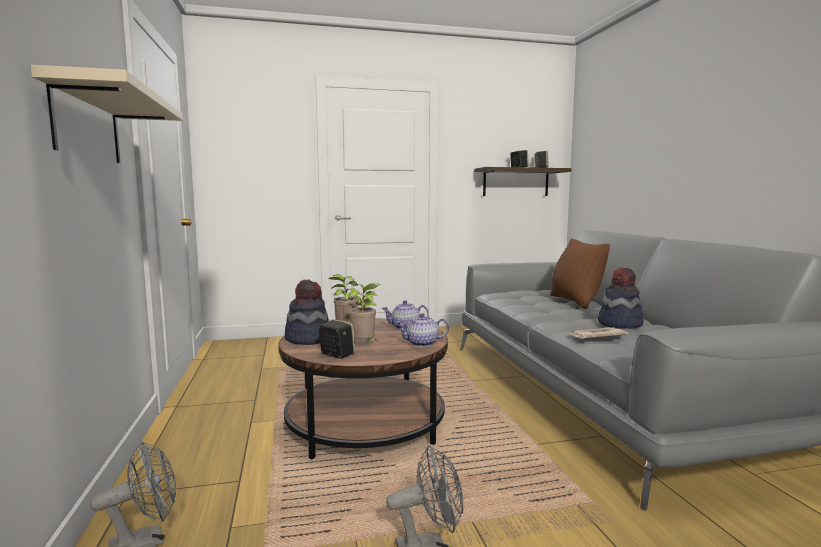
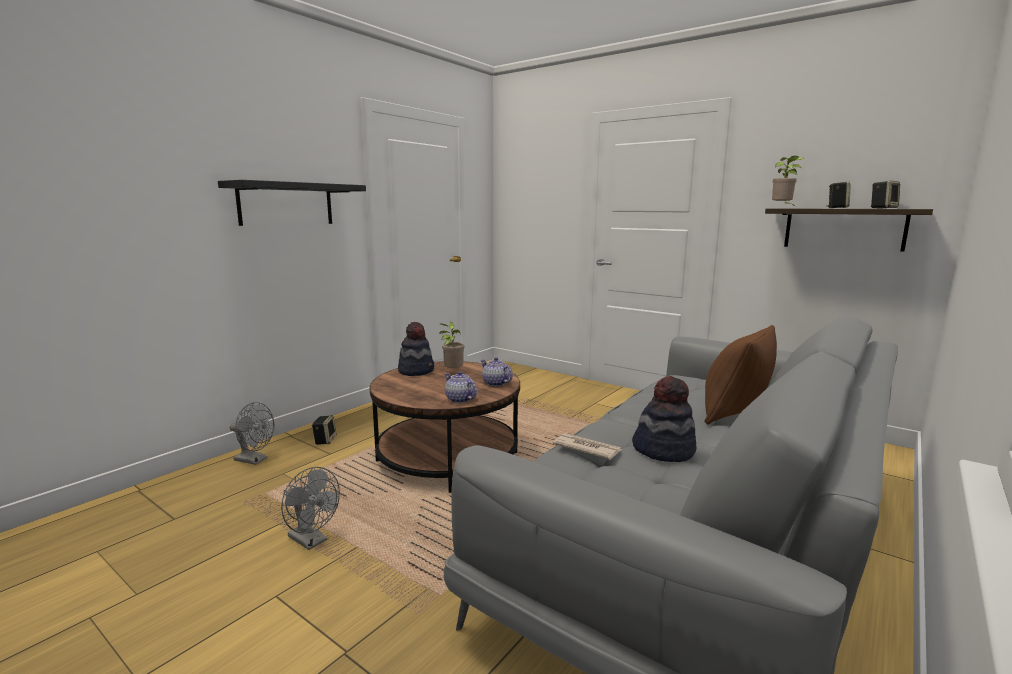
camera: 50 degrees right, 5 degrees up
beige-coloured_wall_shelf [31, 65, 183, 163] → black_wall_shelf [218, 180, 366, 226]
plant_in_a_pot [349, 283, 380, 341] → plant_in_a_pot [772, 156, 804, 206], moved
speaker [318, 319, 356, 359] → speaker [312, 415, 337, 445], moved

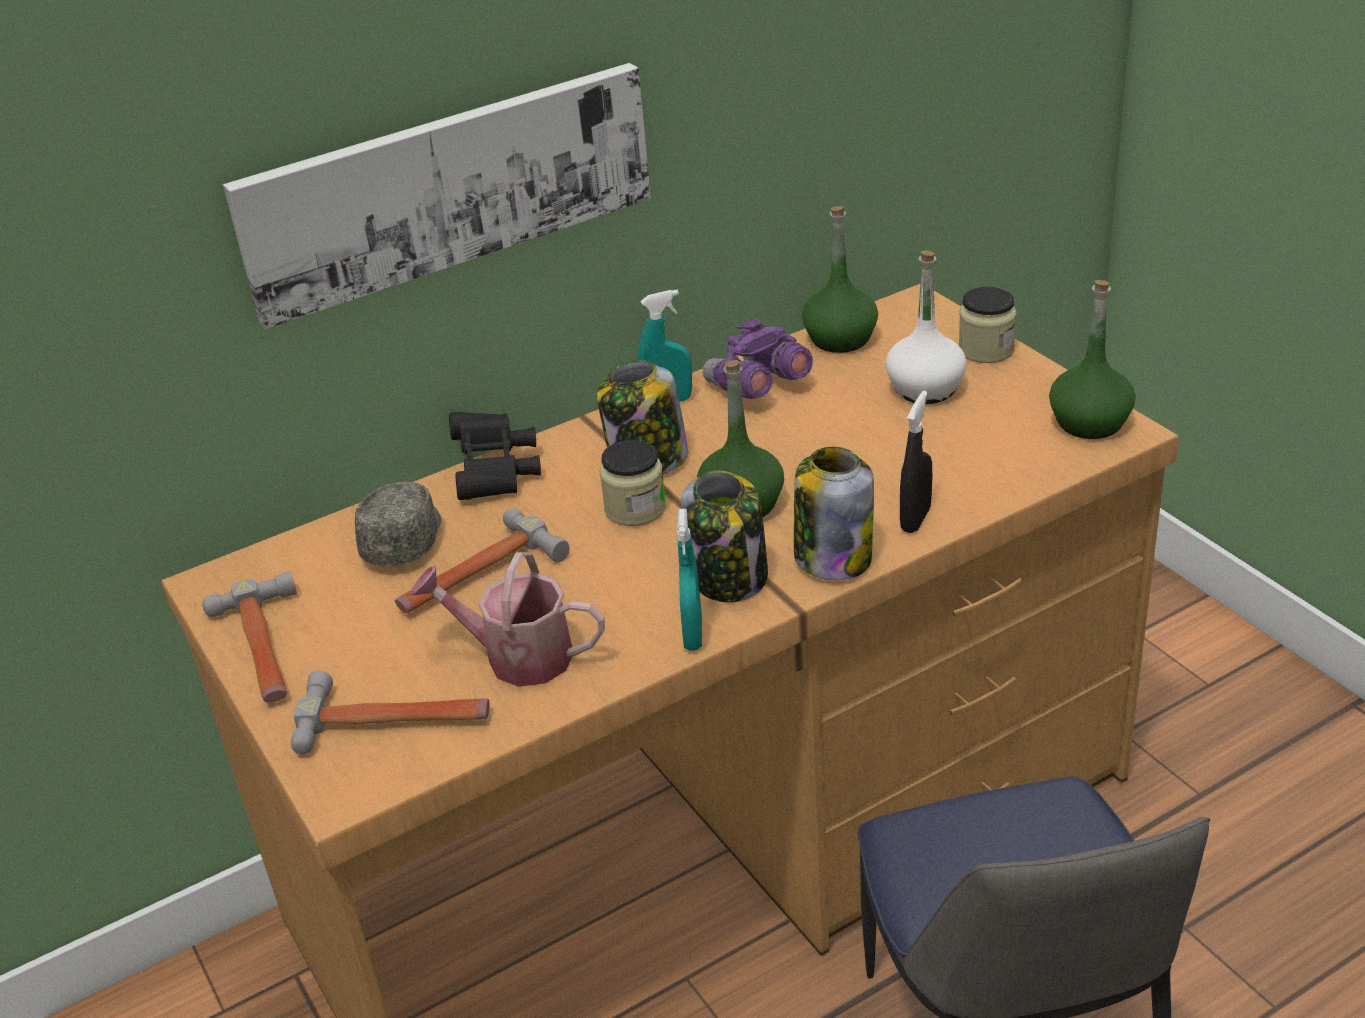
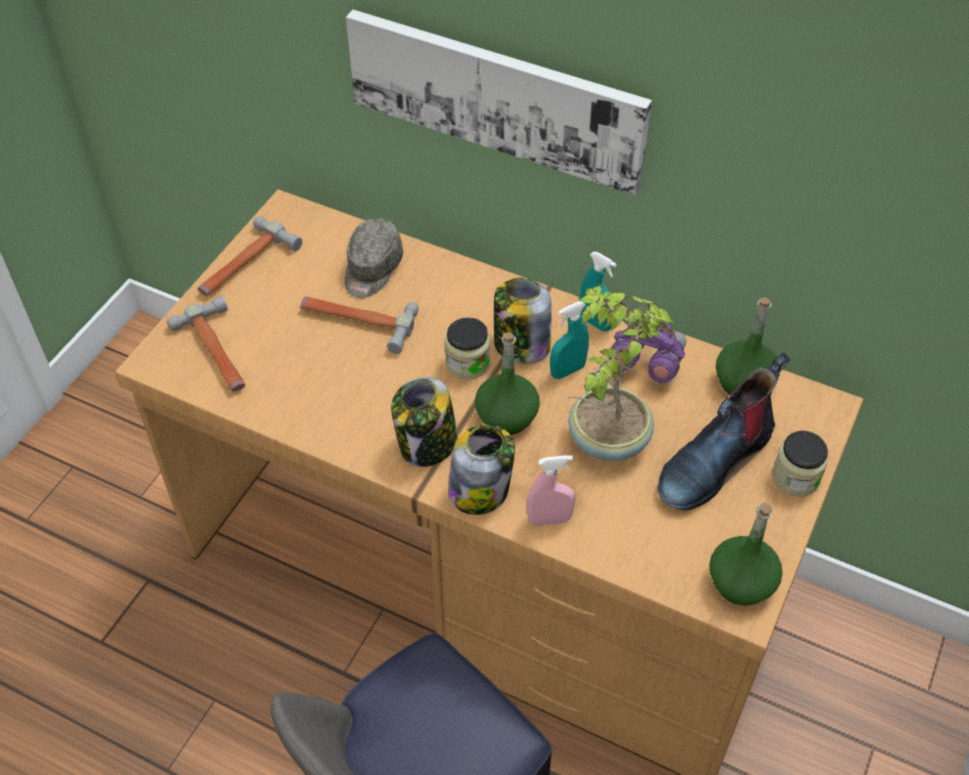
camera: 55 degrees right, 15 degrees up
white_beverage_bottle [885, 250, 967, 404] → high-top_boot [658, 352, 790, 510]
black_hand_sprayer [900, 391, 932, 533] → pinkish_hand_sprayer [527, 455, 575, 526]
black_pair_of_binoculars [449, 411, 541, 500] → -
greyish_peaked_cap [355, 482, 441, 566] → greyish_peaked_cap [345, 218, 403, 298], 135 degrees clockwise
blue-green_hand_sprayer [677, 508, 702, 651] → blue-green_hand_sprayer [550, 301, 589, 379], moved
watering_pot [410, 552, 605, 687] → -
- → plant_in_a_pot [568, 285, 674, 461]

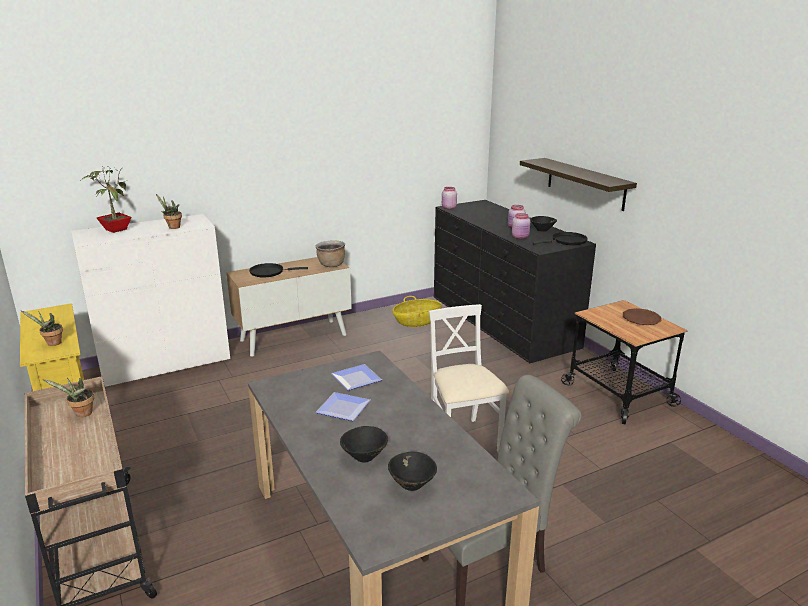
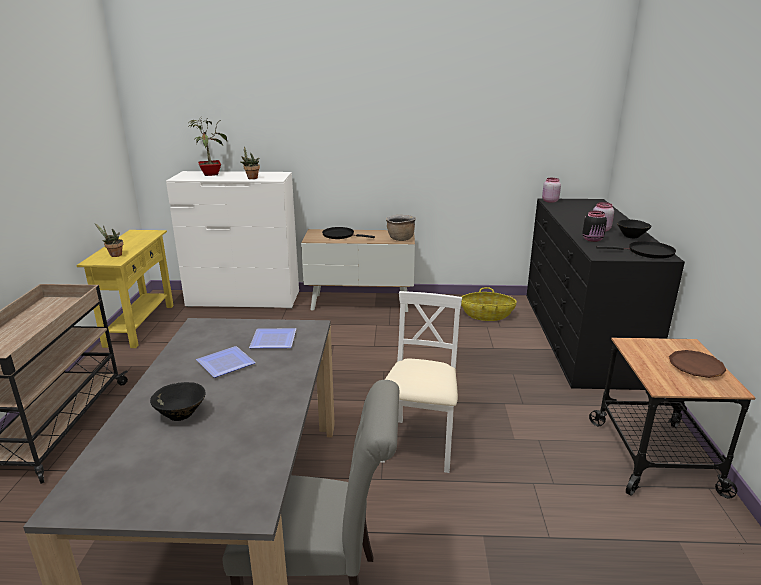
camera: 30 degrees right, 0 degrees up
wall_shelf [520, 158, 637, 211] → -
pinkish_jar [512, 213, 530, 239] → black_jar [582, 210, 607, 242]
plant_in_a_pot [43, 378, 94, 417] → -
black_deep_dish [388, 452, 437, 491] → -

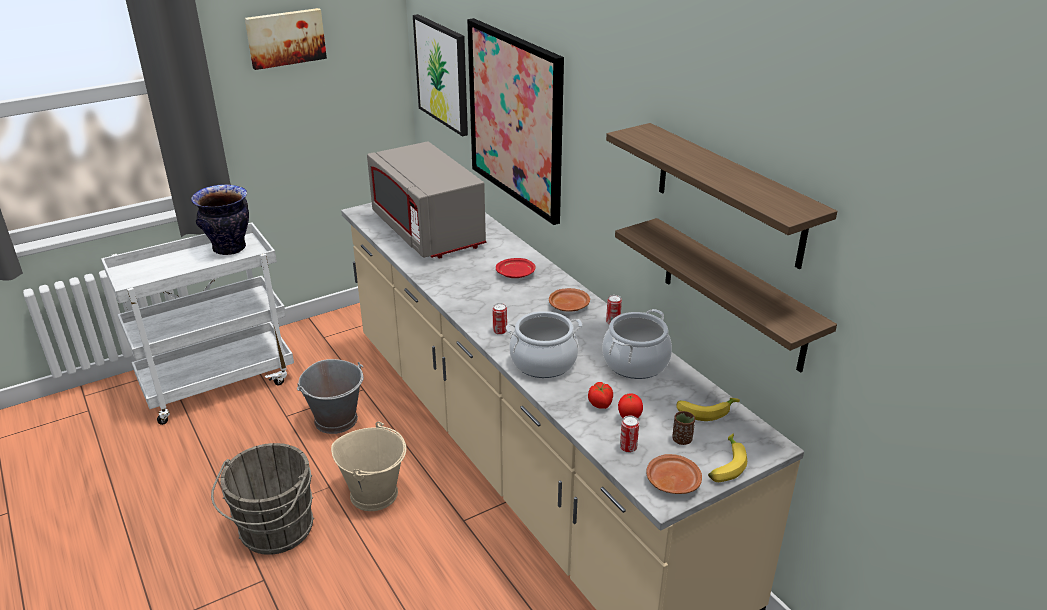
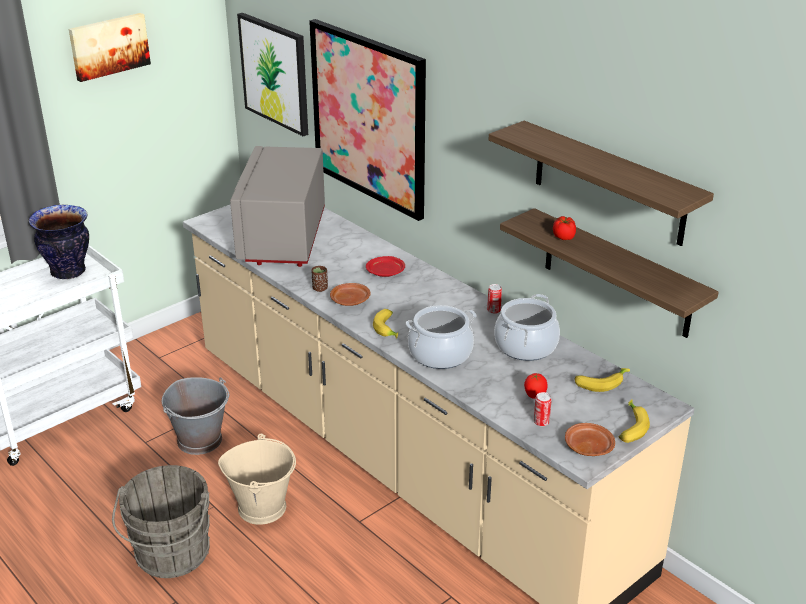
camera: 10 degrees left, 0 degrees up
greyish_microwave_oven [367, 141, 486, 258] → greyish_microwave_oven [230, 146, 325, 267], 45 degrees clockwise
brown_flat_dish [549, 288, 590, 312] → brown_flat_dish [330, 283, 371, 306], moved
metal_can [492, 303, 507, 335] → whole_banana [373, 309, 398, 339]
fresh_tomato [588, 382, 613, 409] → fresh_tomato [553, 216, 576, 240], moved
brown_cup [672, 411, 695, 445] → brown_cup [311, 266, 328, 292], moved

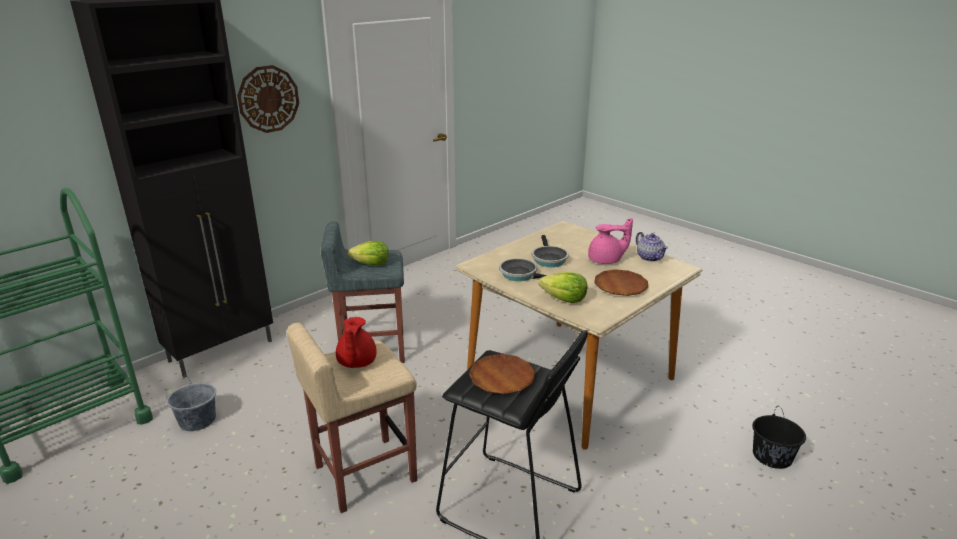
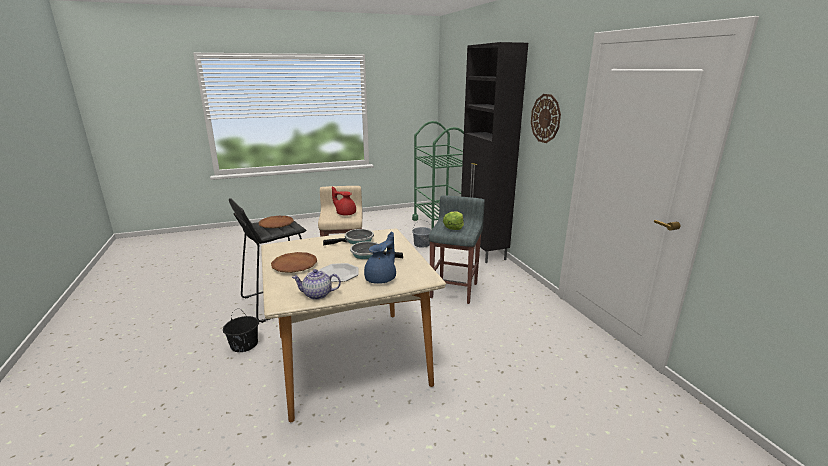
camera: 115 degrees right, 5 degrees down
pinkish_tea_pot [588, 218, 633, 264] → flat_dish [319, 263, 359, 282]
lettuce_head [539, 272, 588, 303] → -
black_pail [752, 406, 806, 469] → black_pail [223, 309, 259, 352], moved
- → blue_tea_pot [364, 232, 396, 284]

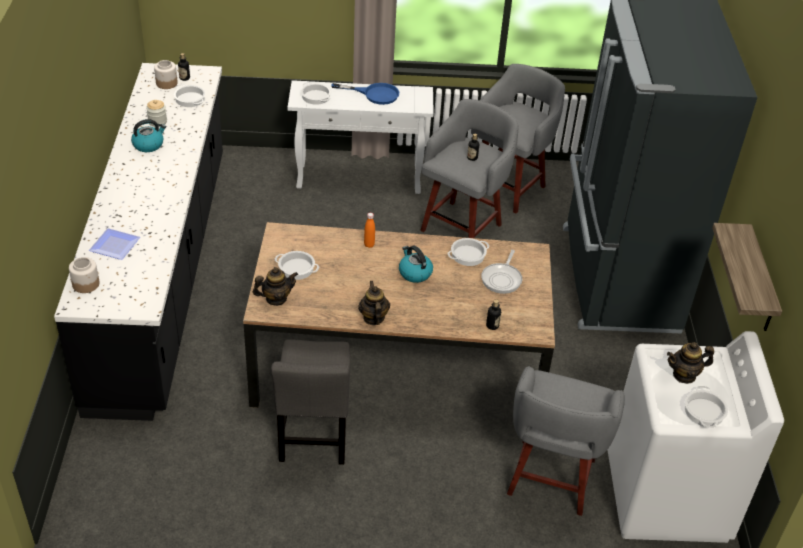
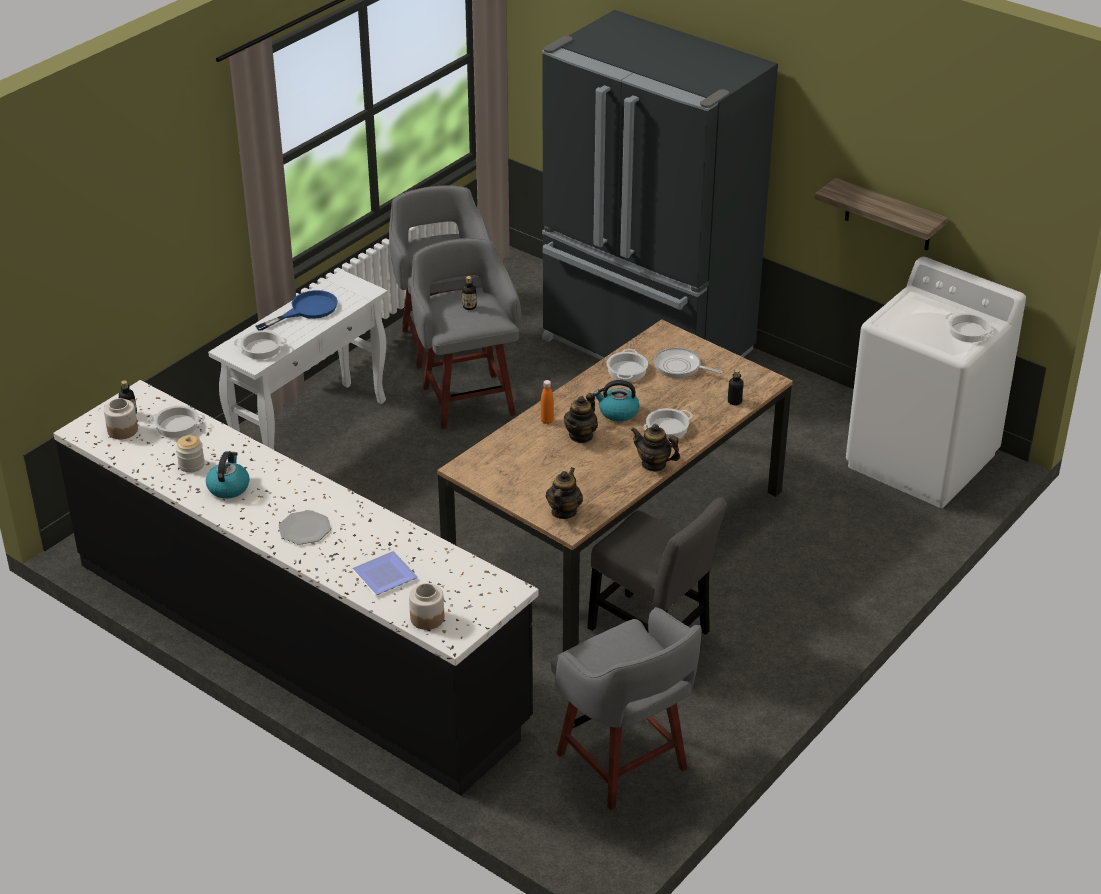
camera: 50 degrees left, 5 degrees down
pan [481, 250, 522, 294] → pan [654, 348, 723, 378], 150 degrees clockwise
stockpot [275, 251, 319, 280] → stockpot [643, 408, 693, 440], moved
tea_pot [667, 342, 714, 384] → tea_pot [564, 393, 598, 443], moved
greyish_sitting_stool [507, 366, 625, 516] → greyish_sitting_stool [551, 607, 702, 810], moved
- → flat_dish [278, 510, 331, 545]

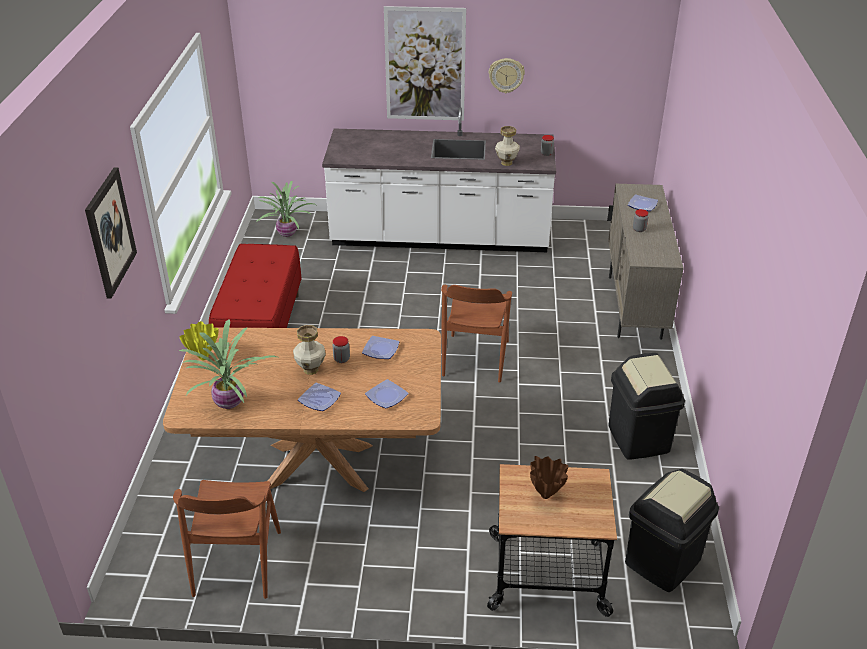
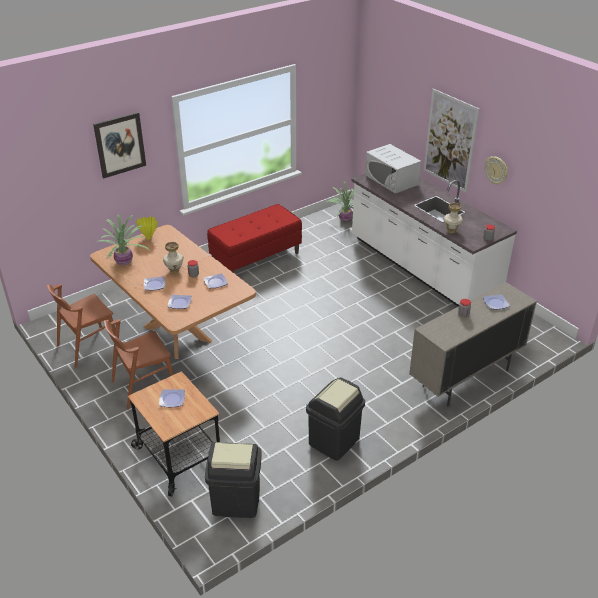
camera: 50 degrees right, 0 degrees up
brown_chair [441, 285, 512, 383] → brown_chair [104, 319, 174, 410], moved
brown_vase [530, 456, 568, 499] → flat_dish [159, 389, 185, 407]
- → white_microwave_oven [365, 144, 421, 194]

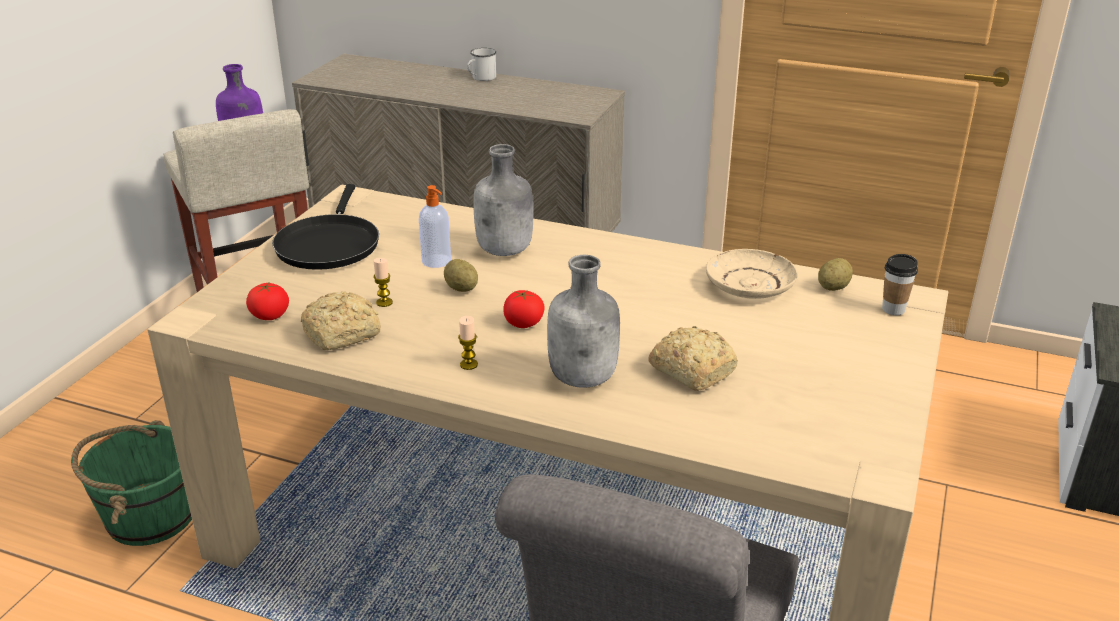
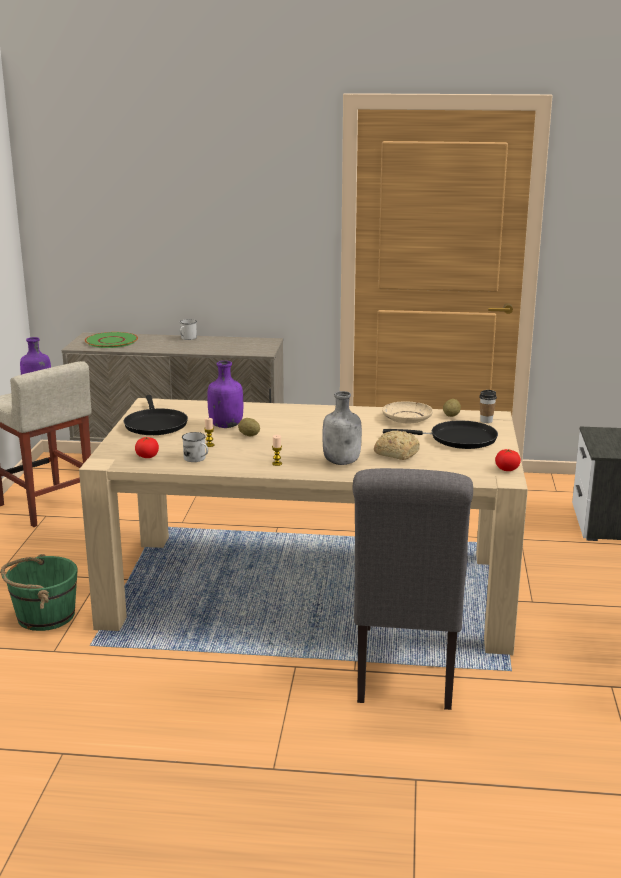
camera: 15 degrees left, 10 degrees down
greyish_beverage_bottle [473, 144, 533, 256] → -
soap_bottle [419, 185, 451, 268] → purplish_beverage_bottle [207, 361, 243, 428]
fresh_tomato [503, 290, 545, 328] → fresh_tomato [495, 449, 521, 471], moved
bakery_bread [301, 292, 381, 350] → white_tea_mug [182, 432, 208, 462]
- → green-coloured_flat_dish [85, 332, 138, 348]
- → black_pan [383, 421, 498, 449]

